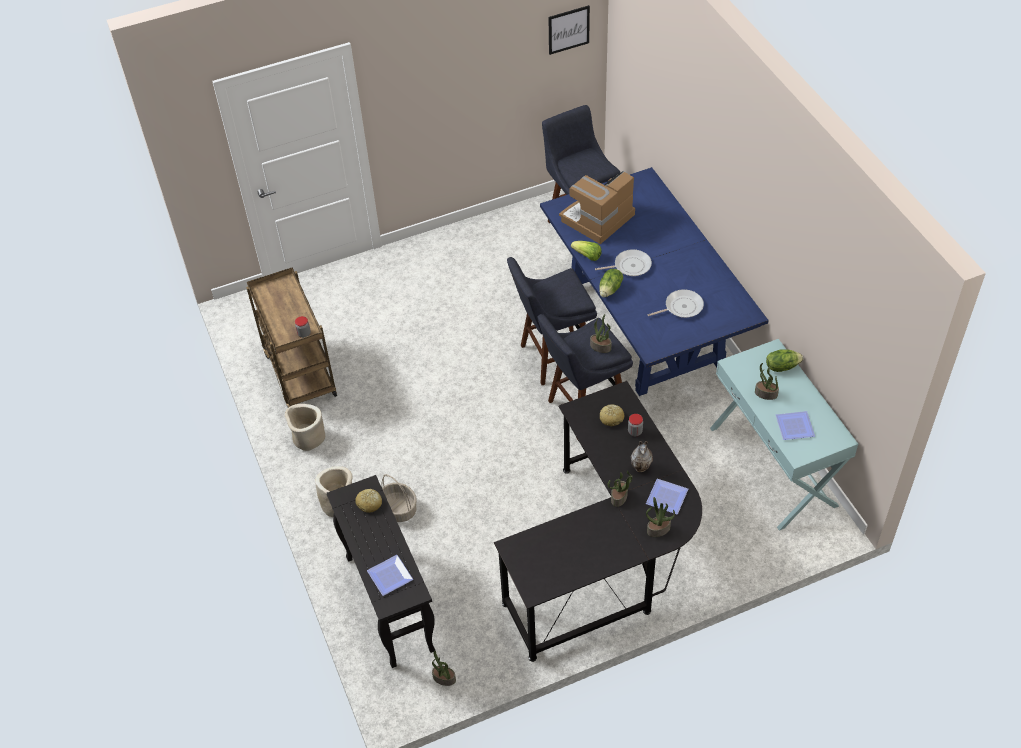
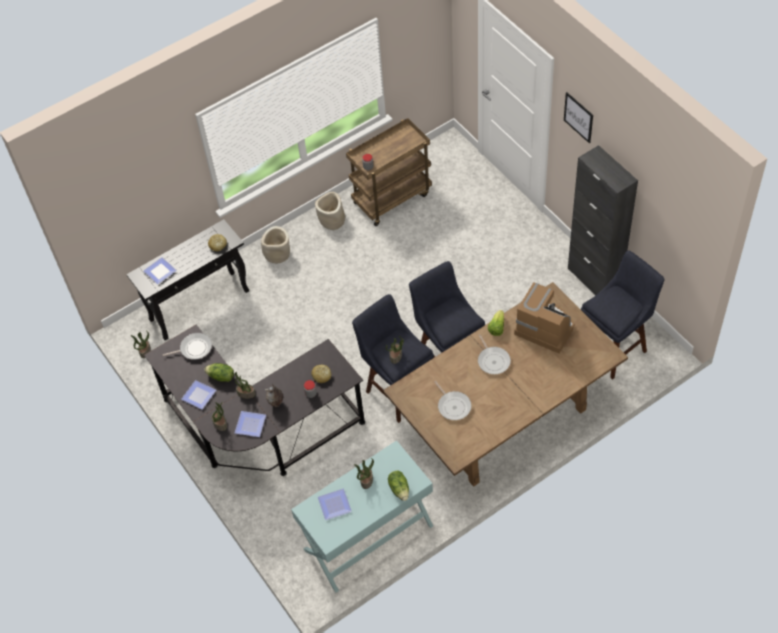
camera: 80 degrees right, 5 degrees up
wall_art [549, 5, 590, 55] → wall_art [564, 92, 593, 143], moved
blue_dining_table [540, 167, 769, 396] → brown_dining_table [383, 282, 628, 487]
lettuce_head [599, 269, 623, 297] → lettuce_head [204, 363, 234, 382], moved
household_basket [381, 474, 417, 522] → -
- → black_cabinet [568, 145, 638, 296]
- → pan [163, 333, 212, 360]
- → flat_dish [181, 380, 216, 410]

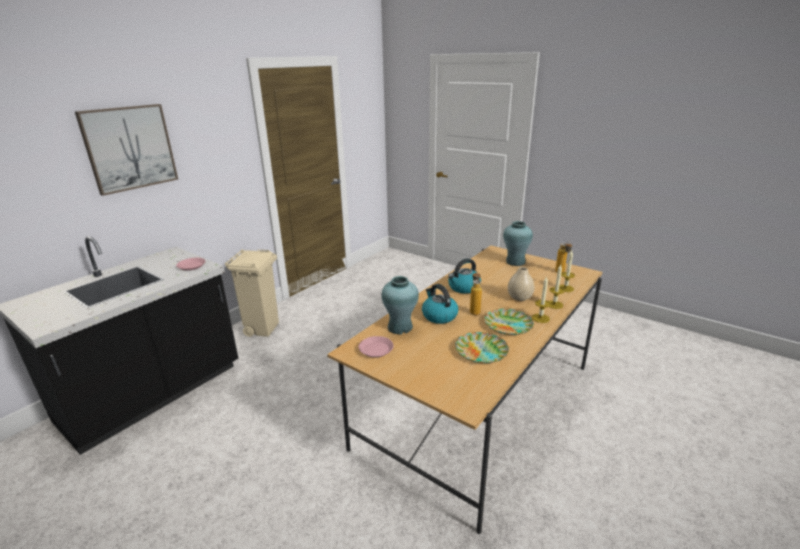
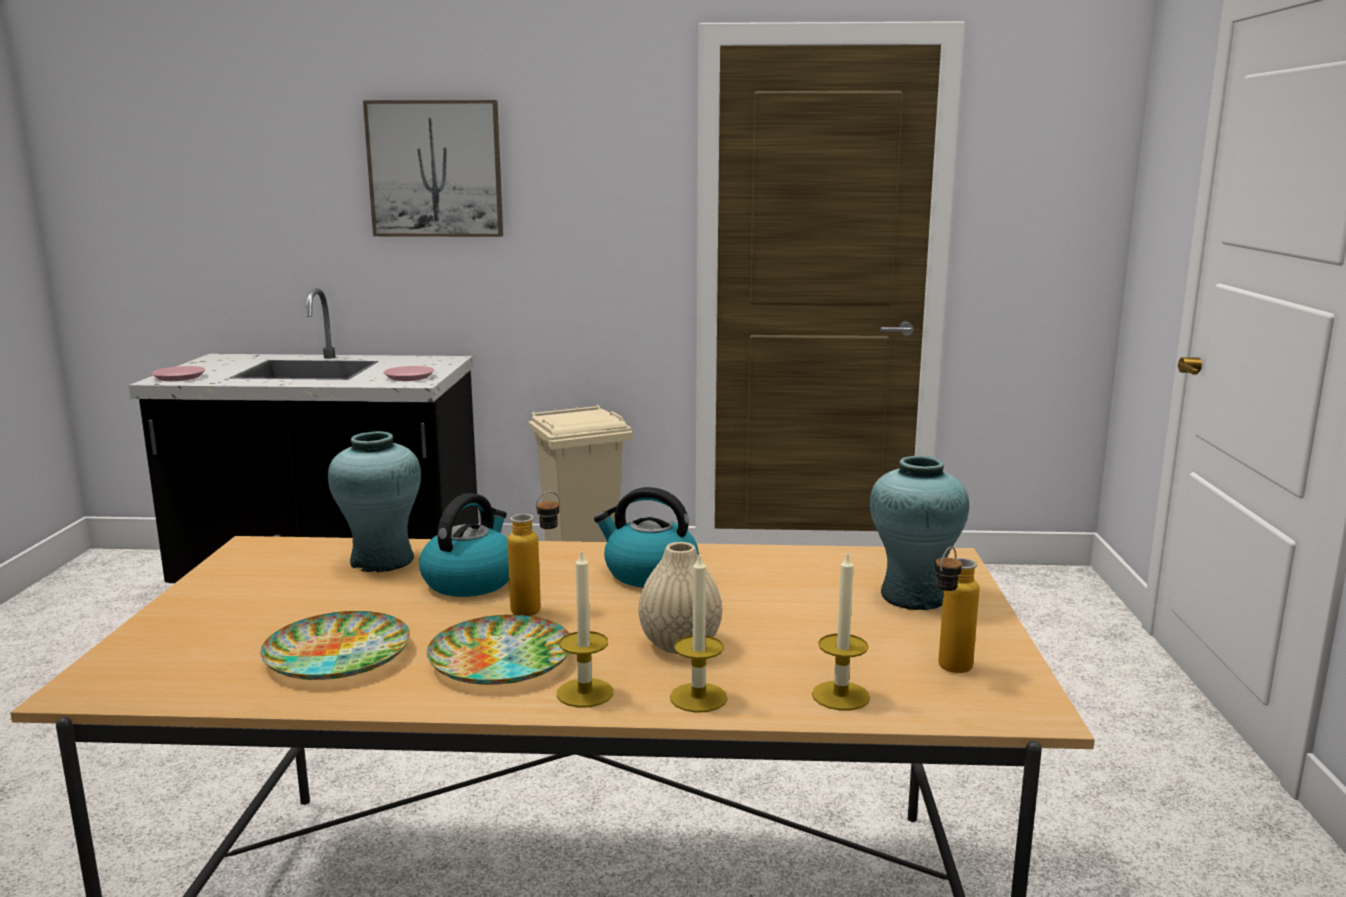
camera: 55 degrees right, 10 degrees down
pinkish_flat_dish [358, 336, 394, 358] → pinkish_flat_dish [151, 366, 206, 381], moved

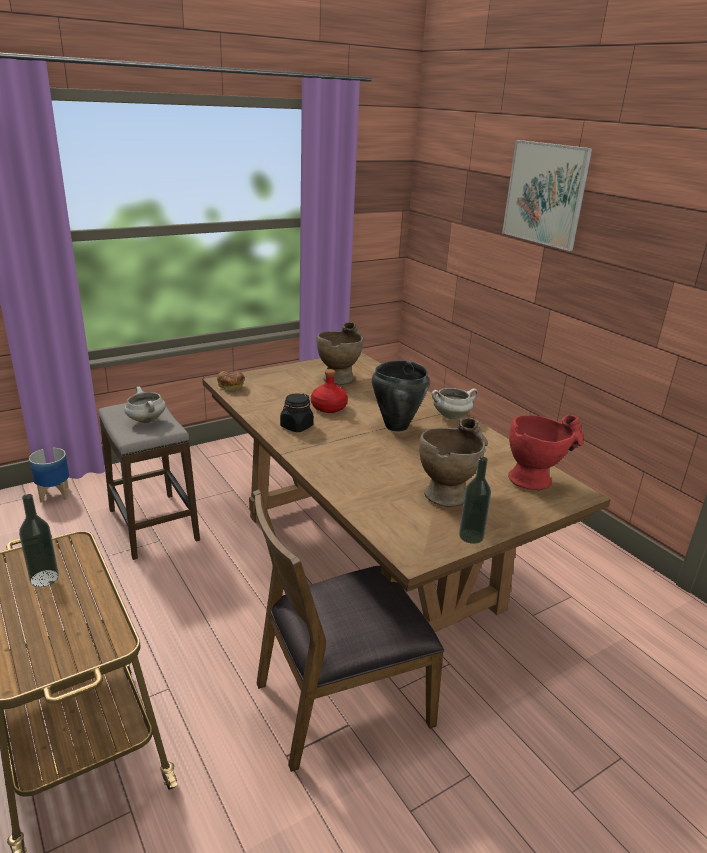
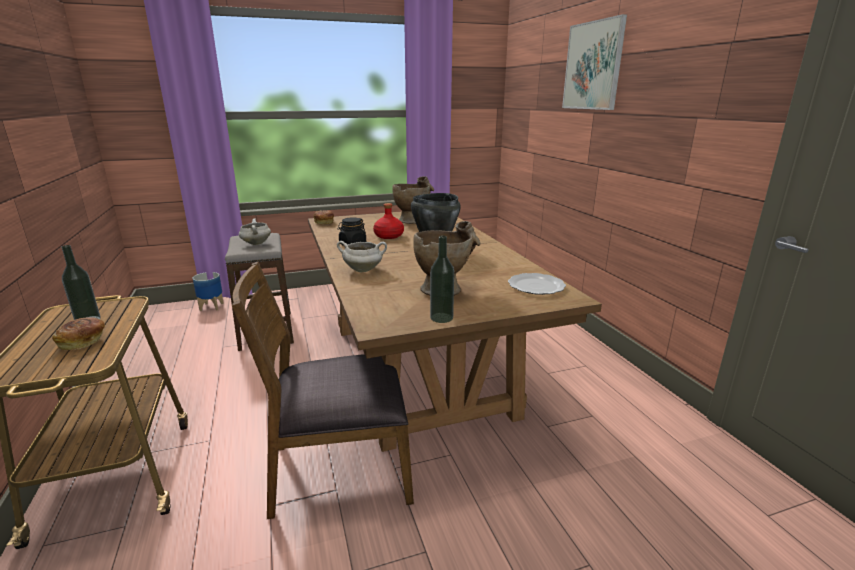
camera: 15 degrees right, 5 degrees down
white_stockpot [431, 388, 478, 419] → white_stockpot [337, 241, 387, 272], moved
red_vase [508, 415, 584, 490] → flat_dish [508, 273, 566, 295]
- → bakery_bread [52, 317, 105, 350]

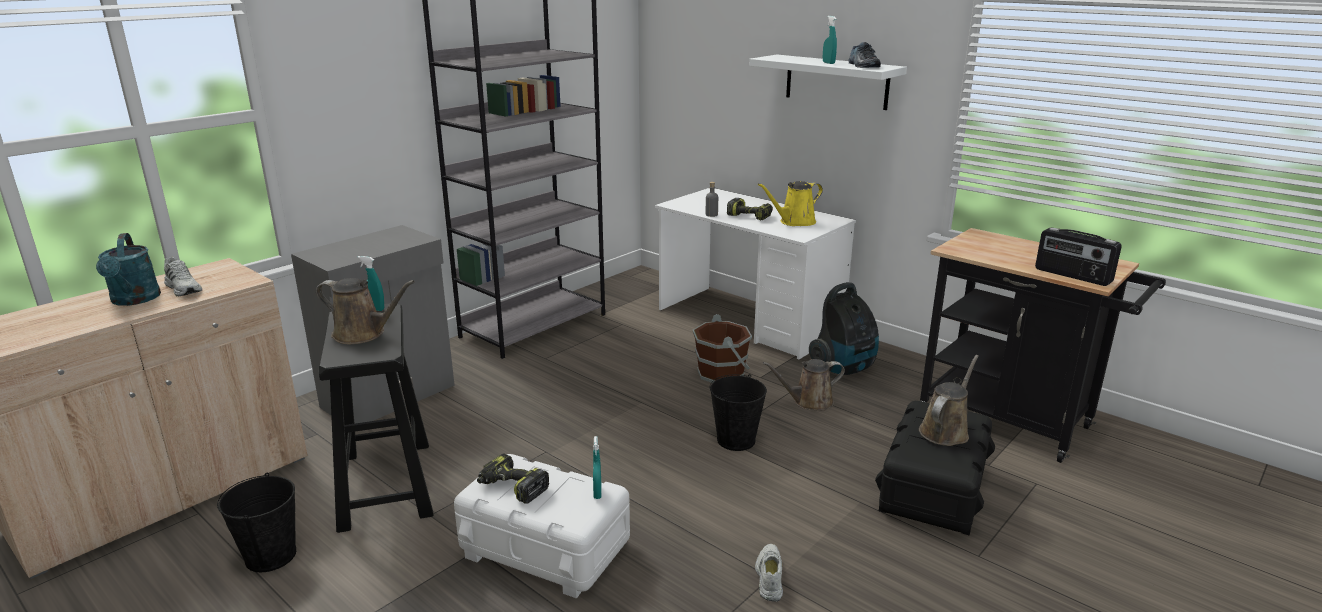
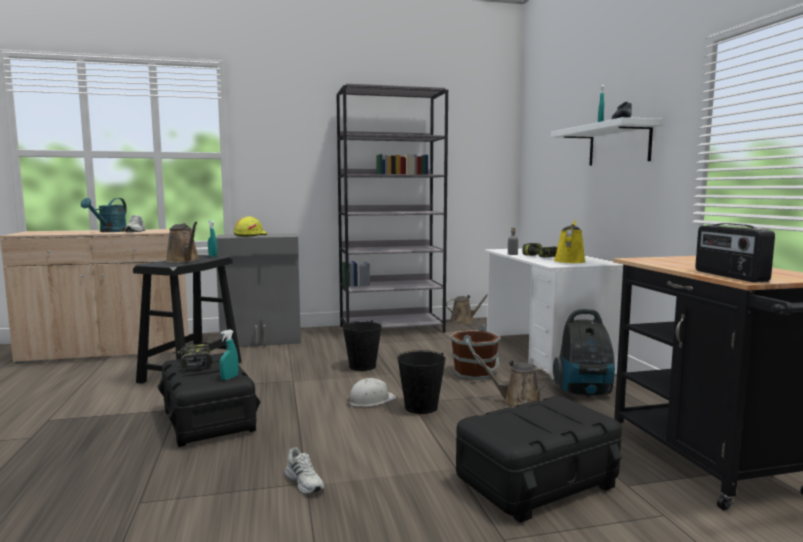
camera: 35 degrees right, 15 degrees down
yellow_watering_pot [758, 181, 823, 226] → yellow_watering_pot [554, 220, 585, 263], 105 degrees clockwise
brown_watering_pot [919, 355, 979, 446] → brown_watering_pot [446, 293, 488, 324], moved
white_storage_bin [454, 454, 630, 599] → black_storage_bin [158, 353, 260, 447]
black_pail [217, 473, 296, 572] → black_pail [342, 320, 382, 371], moved
white_item_of_footwear [755, 544, 783, 601] → white_item_of_footwear [285, 447, 324, 495], 105 degrees clockwise
- → yellow_work_helmet [233, 216, 267, 237]
- → white_work_helmet [347, 378, 397, 407]

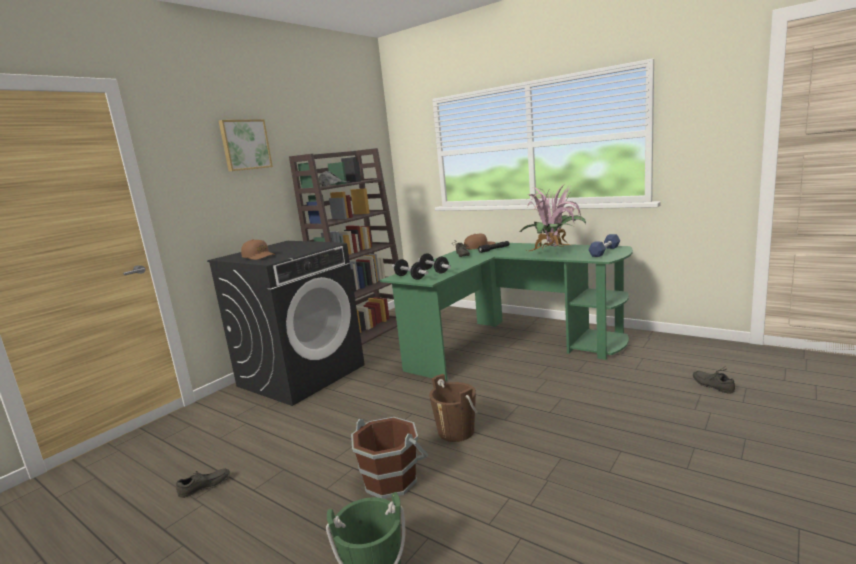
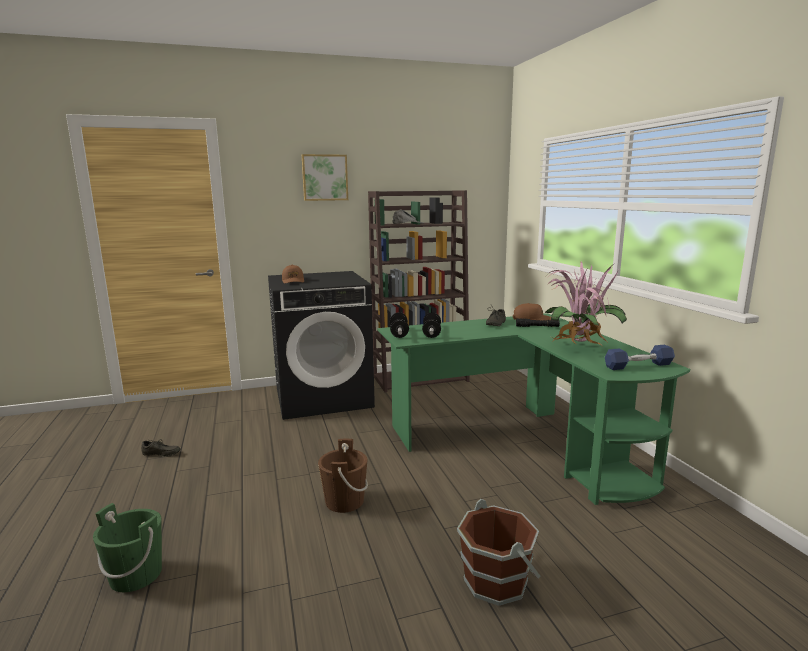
camera: 35 degrees right, 0 degrees up
greyish_item_of_footwear [693, 366, 735, 394] → -
brown_pail [351, 417, 428, 499] → brown_pail [457, 499, 541, 606], moved

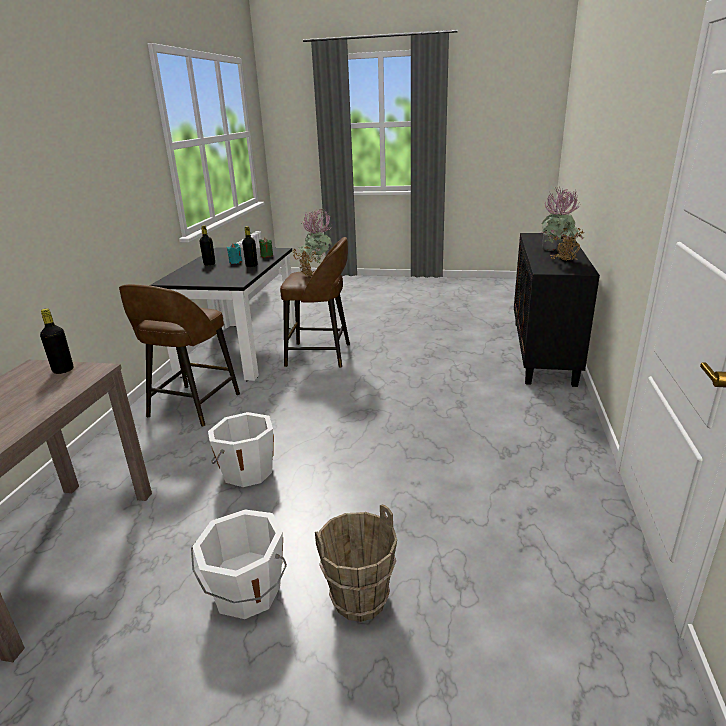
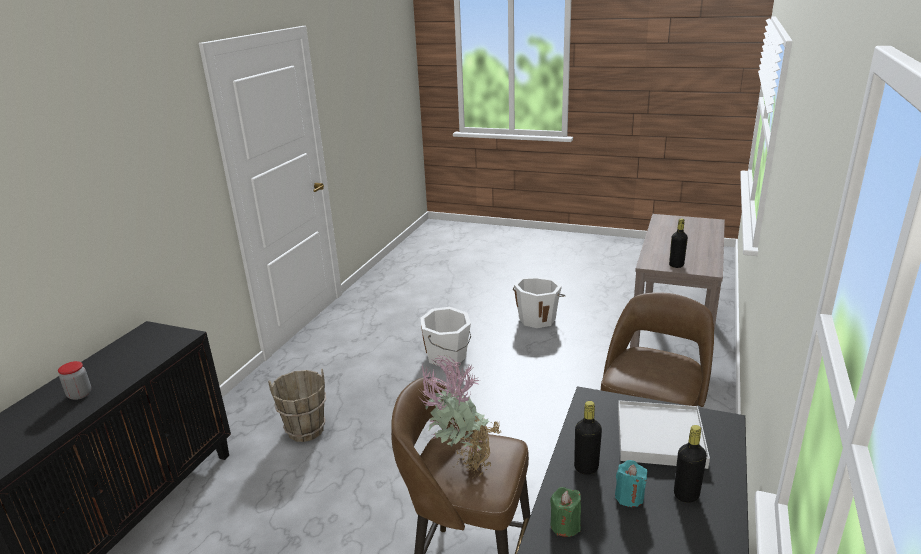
camera: 170 degrees left, 0 degrees up
plant_in_a_pot [541, 187, 584, 262] → -
white_pail [208, 412, 274, 487] → white_pail [420, 307, 471, 367], moved
brown_pail [315, 504, 397, 622] → brown_pail [268, 369, 326, 442], moved
- → white_carrying_tray [618, 400, 710, 469]

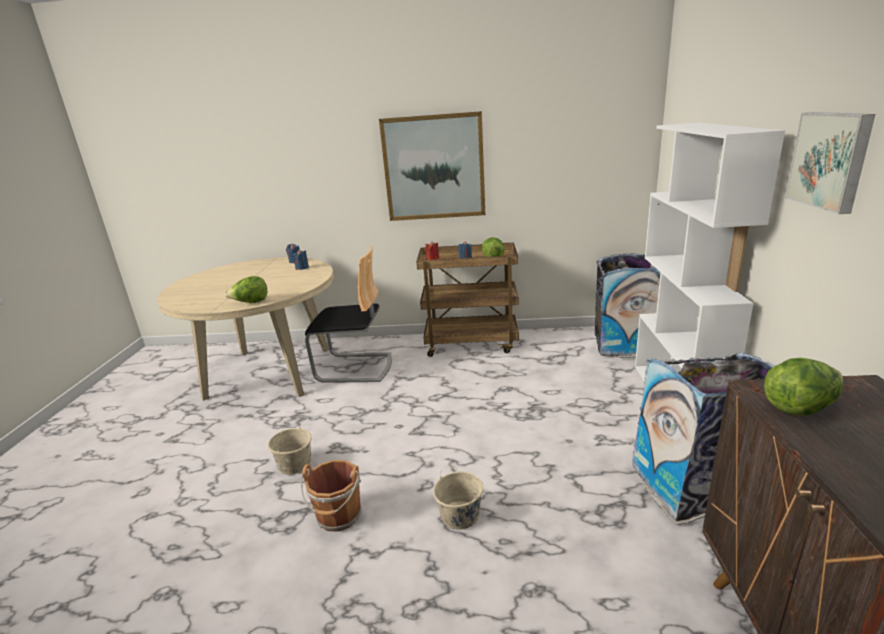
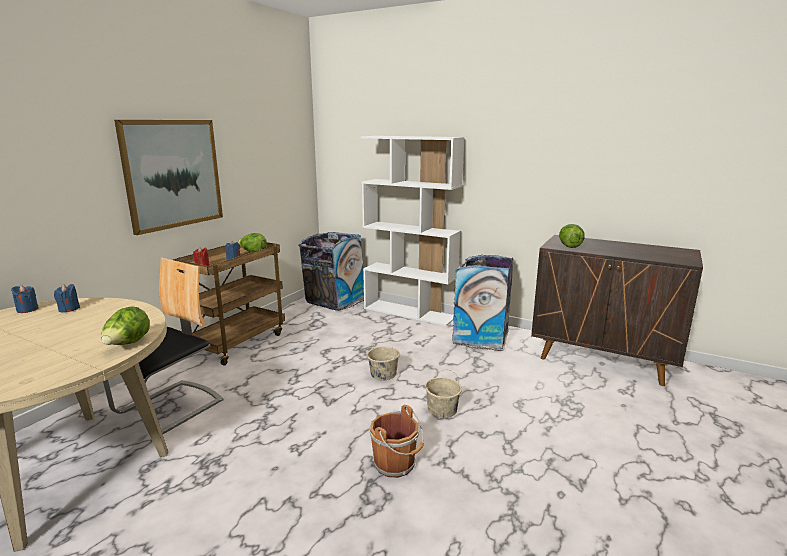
camera: 65 degrees left, 5 degrees down
wall_art [785, 112, 875, 214] → -
beige-coloured_pail [268, 419, 312, 475] → beige-coloured_pail [367, 337, 400, 380], moved

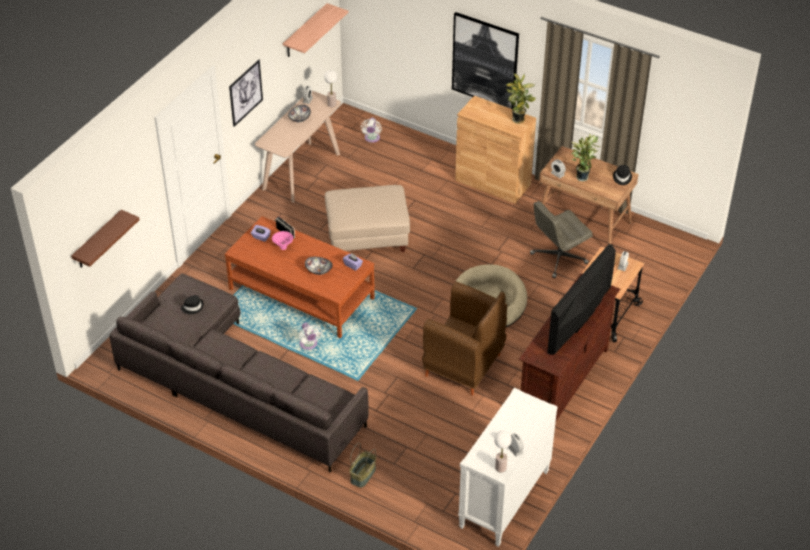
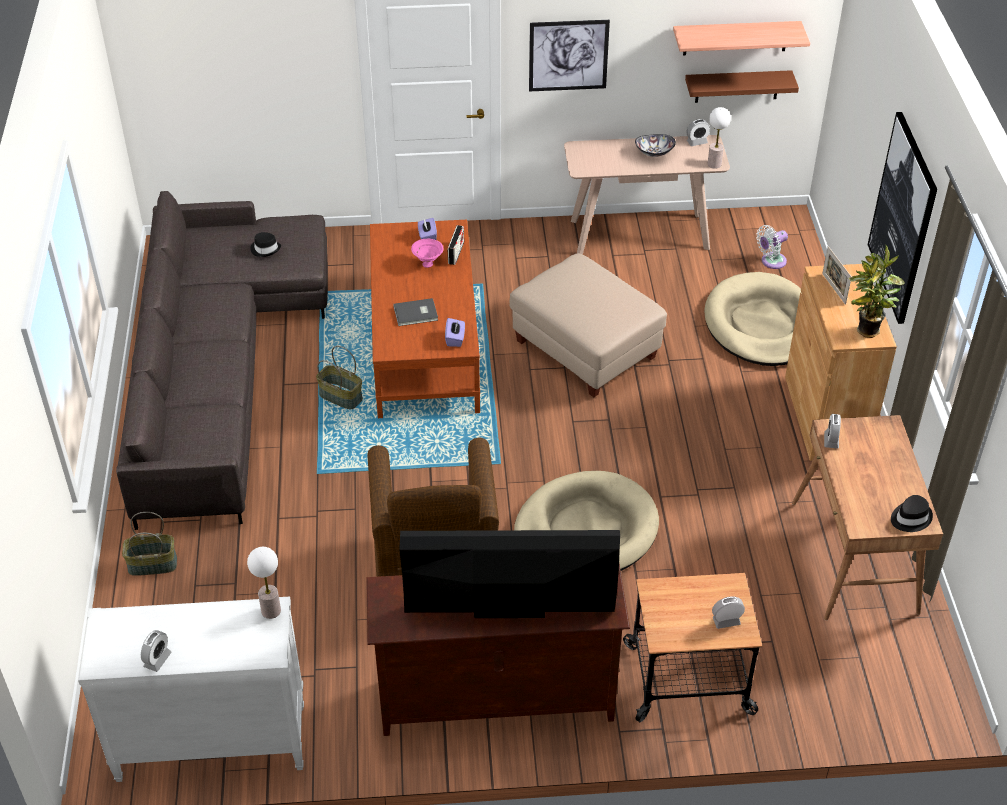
camera: 55 degrees right, 0 degrees up
plant_in_a_pot [571, 133, 601, 181] → -
greyish_desk_chair [530, 201, 593, 278] → -
brown_wall_shelf [71, 210, 139, 268] → brown_wall_shelf [685, 70, 799, 103], moved
deep_dish [305, 257, 333, 275] → greyish_volume [393, 298, 438, 326]
white_cooling_fan [299, 322, 322, 350] → household_basket [316, 346, 363, 409]
lamp_for_a_table [494, 431, 512, 472] → lamp_for_a_table [247, 547, 281, 619], moved
- → photo_frame [822, 246, 852, 305]
- → beige-coloured_dog_cushion [704, 272, 801, 366]

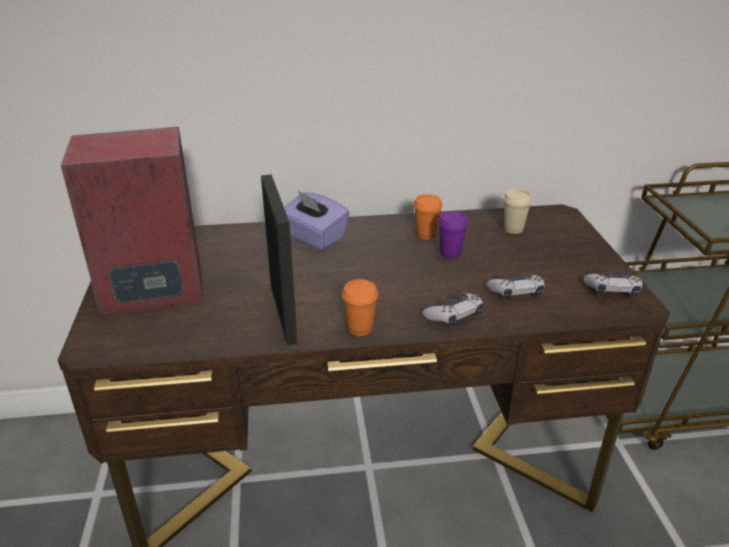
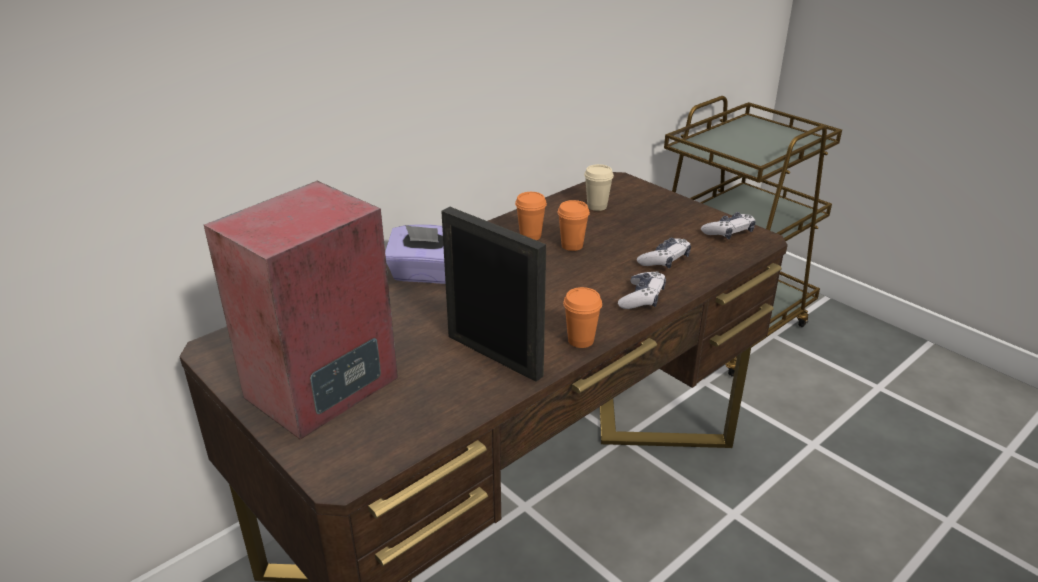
camera: 35 degrees left, 0 degrees up
purplish_cup [438, 211, 468, 259] → orange-coloured_cup [557, 200, 590, 251]

